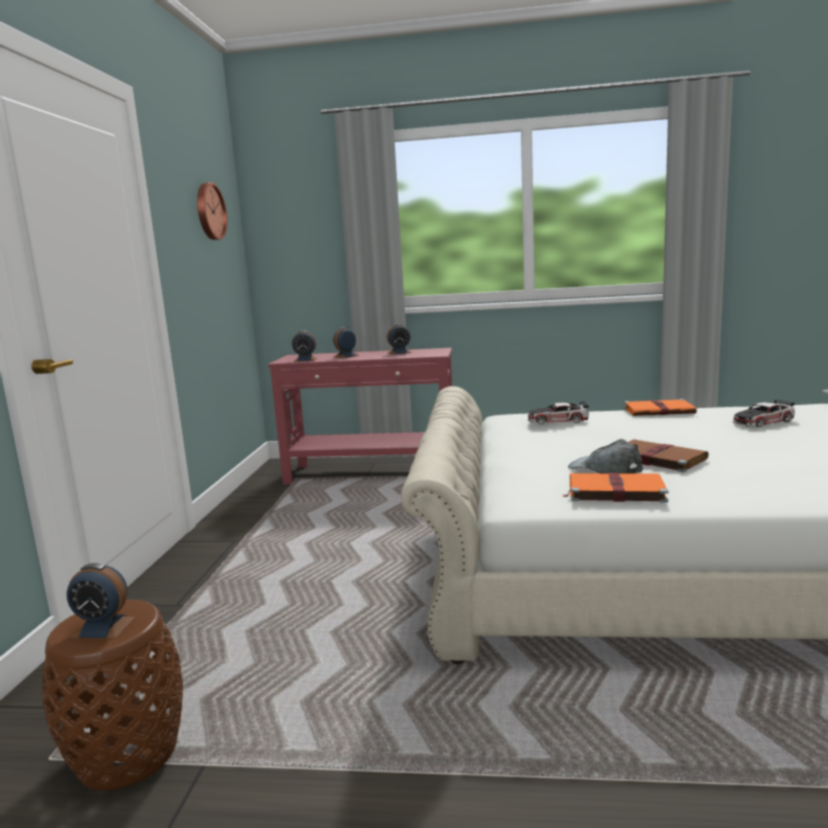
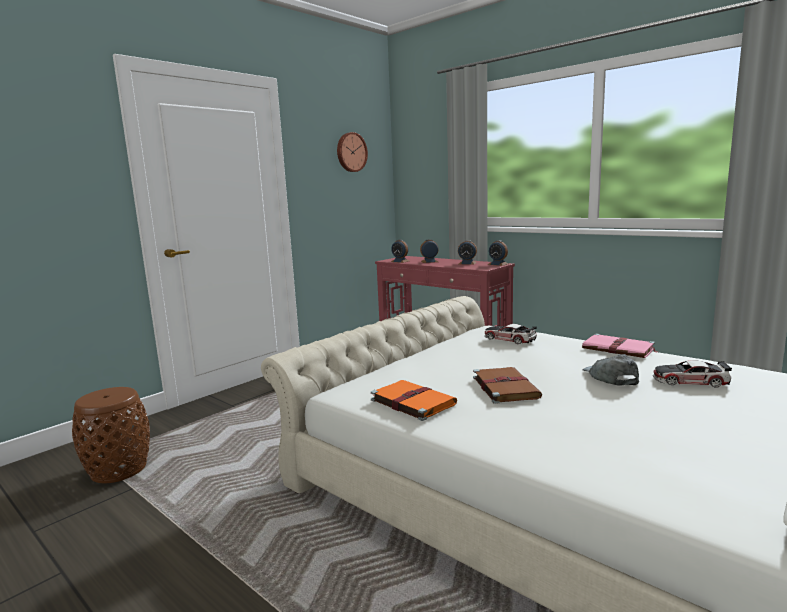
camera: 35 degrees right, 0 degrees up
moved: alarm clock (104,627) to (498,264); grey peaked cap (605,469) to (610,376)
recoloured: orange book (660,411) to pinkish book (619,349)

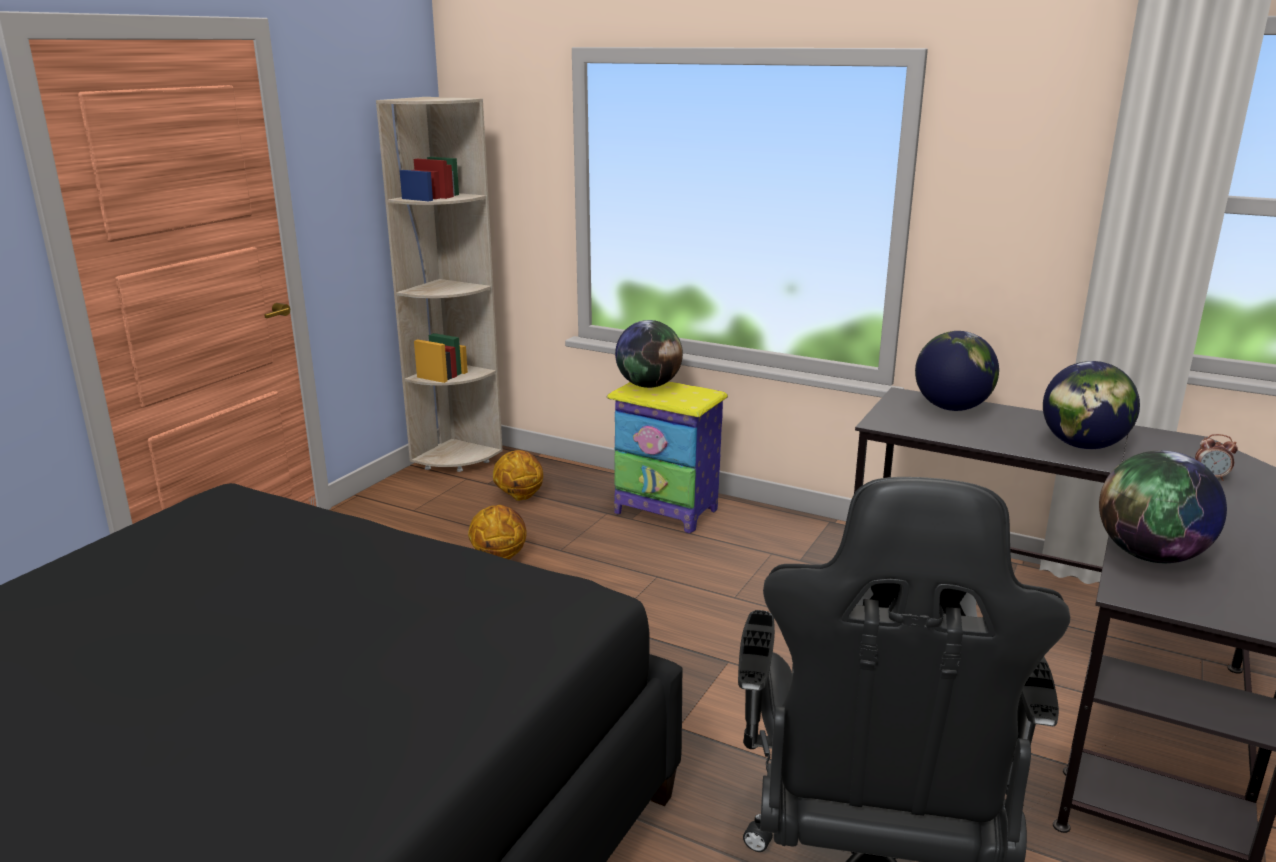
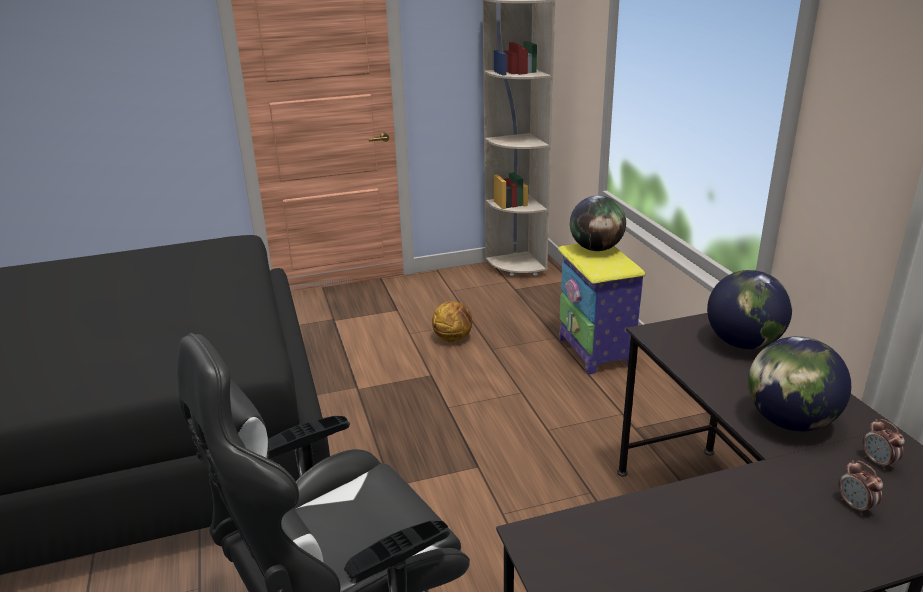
camera: 45 degrees right, 5 degrees up
removed: ball for basketball (519,496); desk globe (1150,556)
added: alarm clock (878,462)

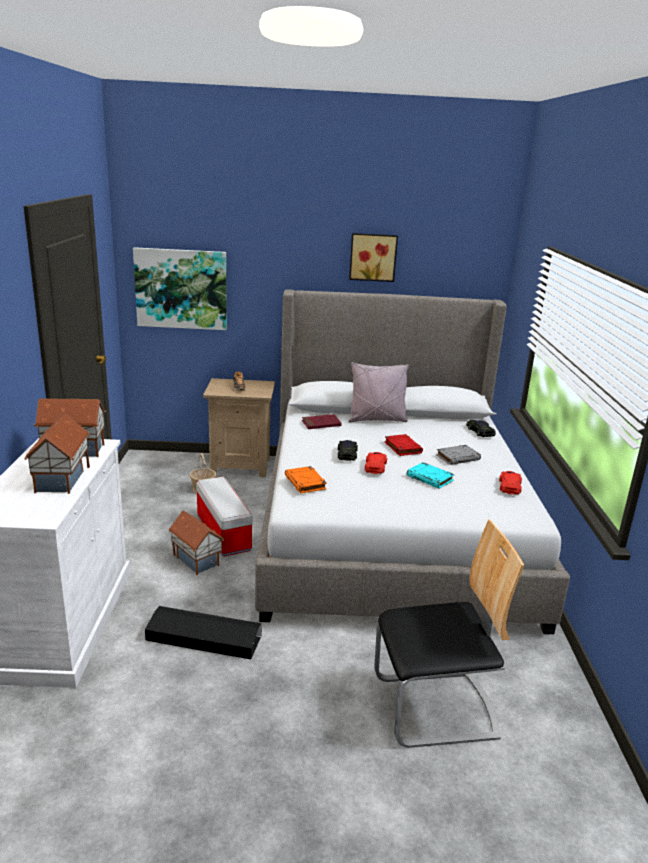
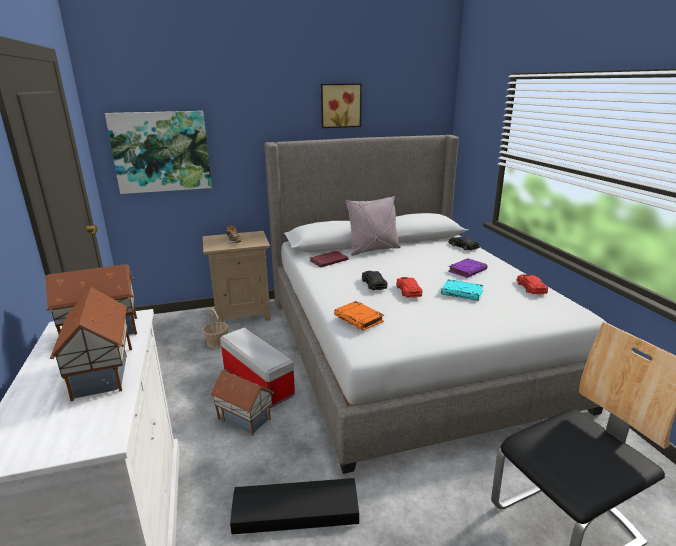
camera: 15 degrees left, 0 degrees up
removed: red book (402,447)
recoloured: grey book (458,457) to purple book (467,270)

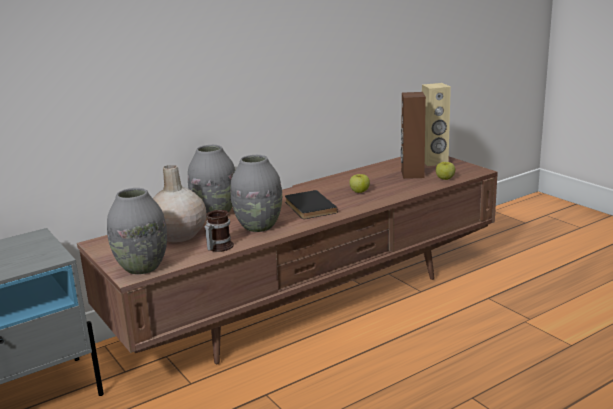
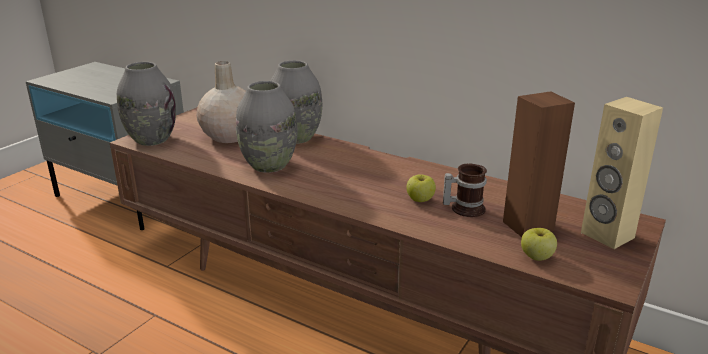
camera: 65 degrees right, 5 degrees up
removed: black-coloured book (308,207)
moved: mug (217,247) to (464,208)

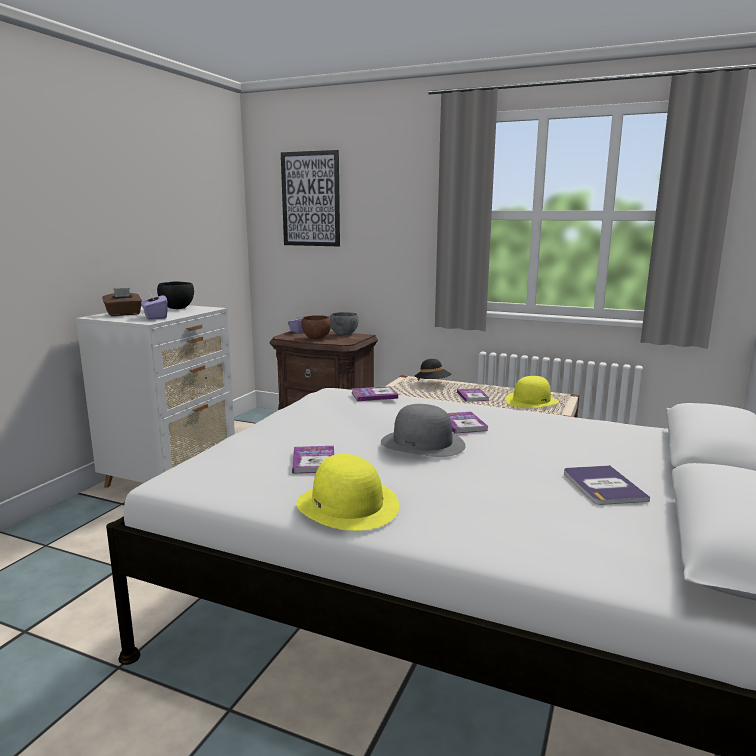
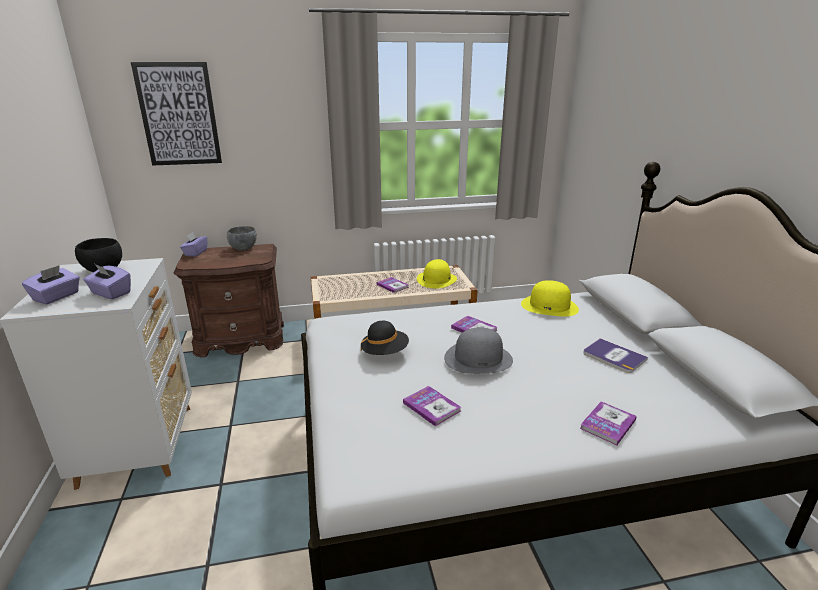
camera: 35 degrees left, 10 degrees up
removed: brownish serving bowl (316,338)
moved: yellowish wearable hat (348,505) to (549,306); book (374,395) to (608,424); black-coloured wearable hat (432,383) to (385,352)
recoloured: brownish tissue holder (124,314) to purple tissue holder (57,297)

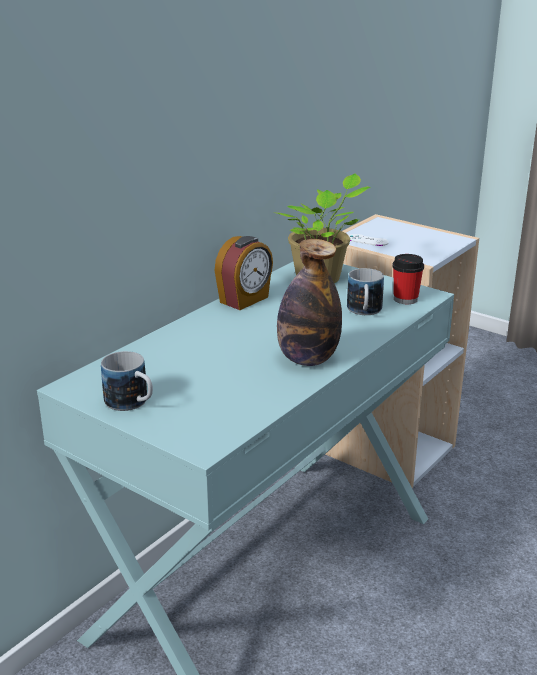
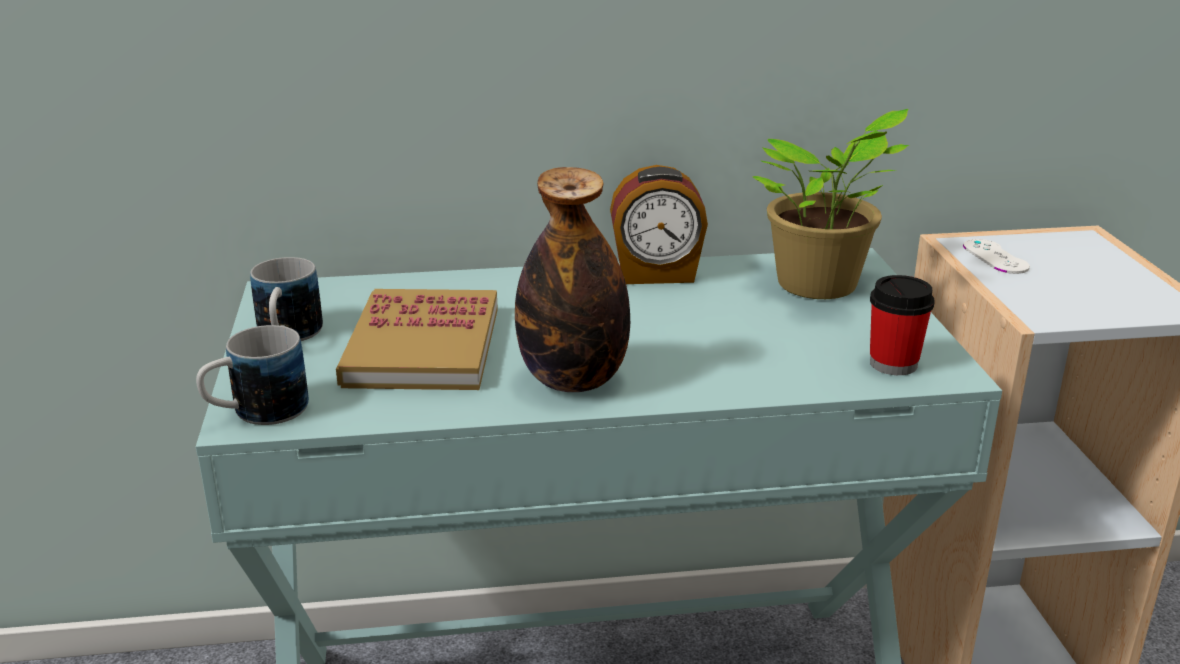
camera: 45 degrees right, 0 degrees up
added: book (422,346)
moved: mug (364,312) to (256,413)

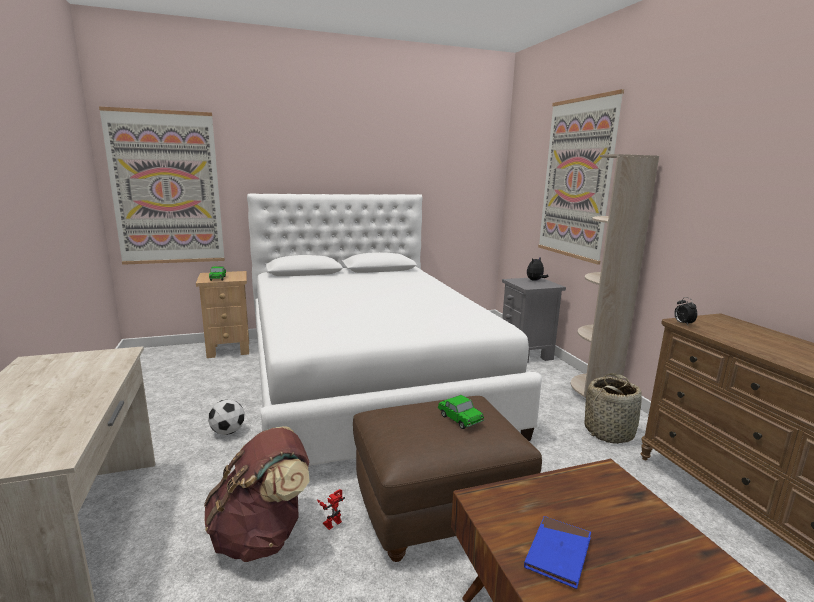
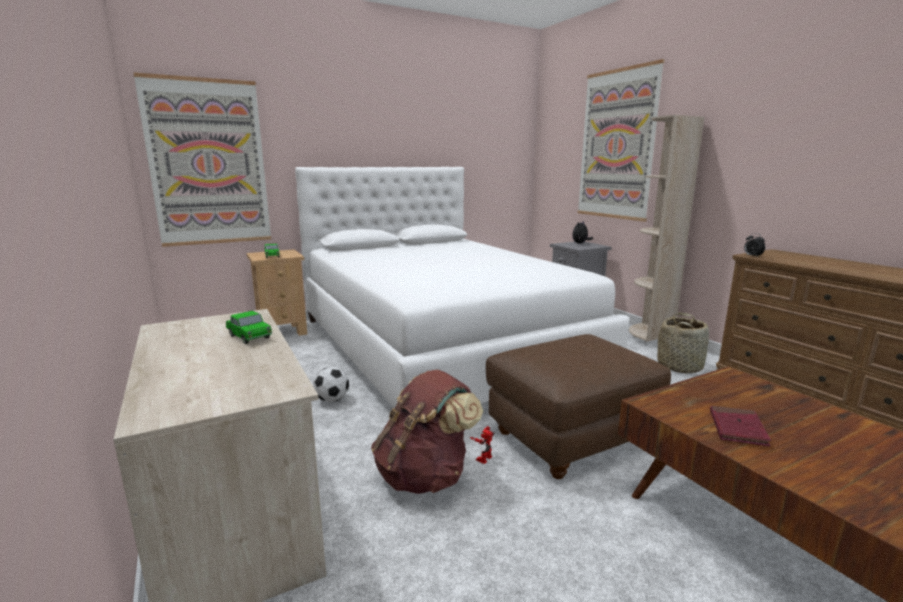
camera: 10 degrees left, 0 degrees up
moved: model car (460,419) to (249,337)
recoloured: blue-coloured book (558,553) to red book (737,428)

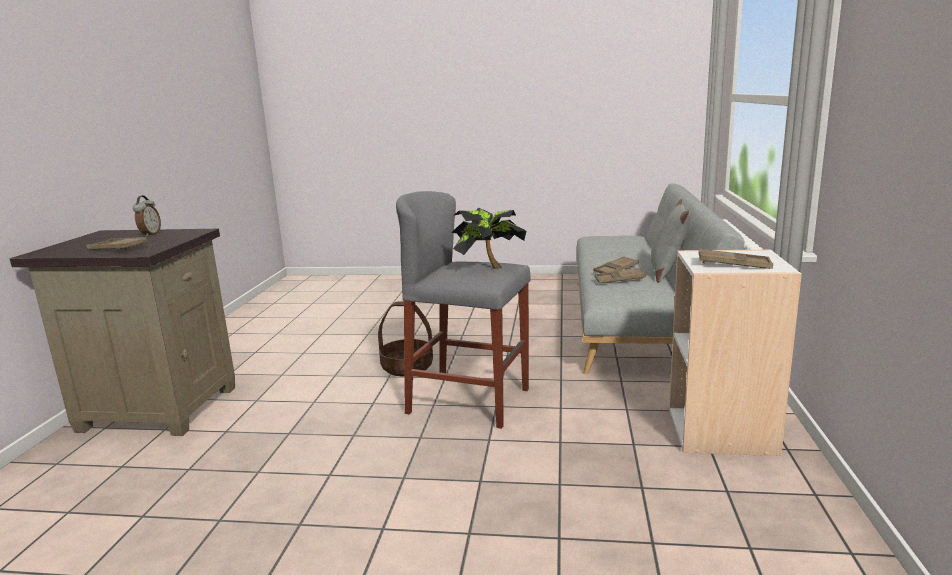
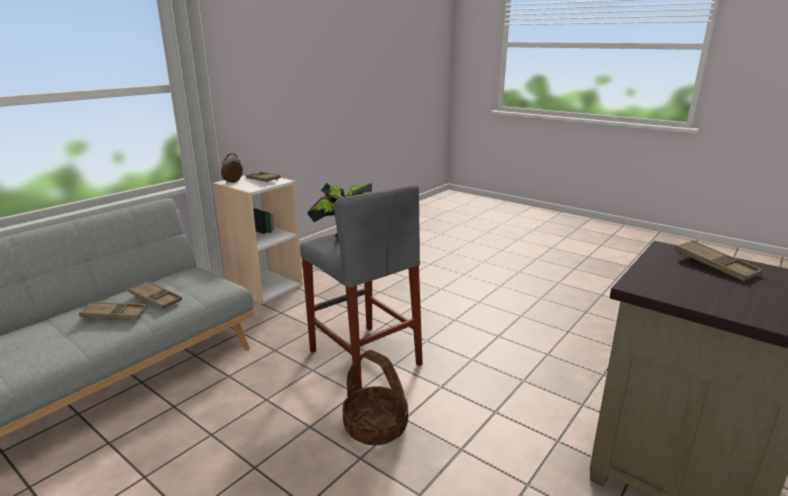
camera: 150 degrees left, 5 degrees up
removed: grey cushion (667,272)
moved: alarm clock (150,235) to (233,182)

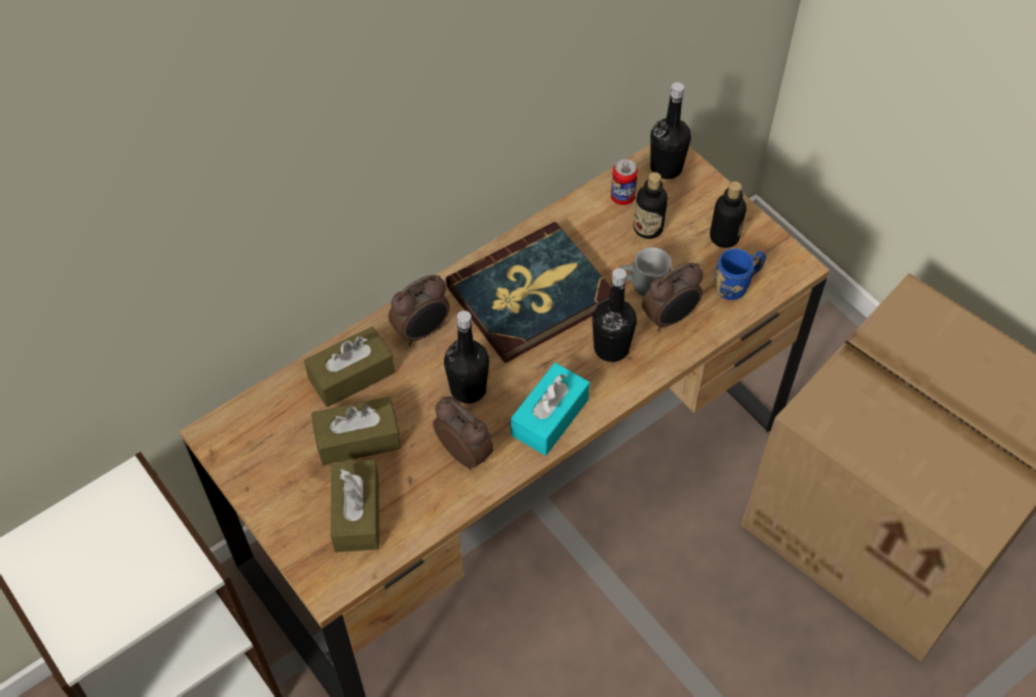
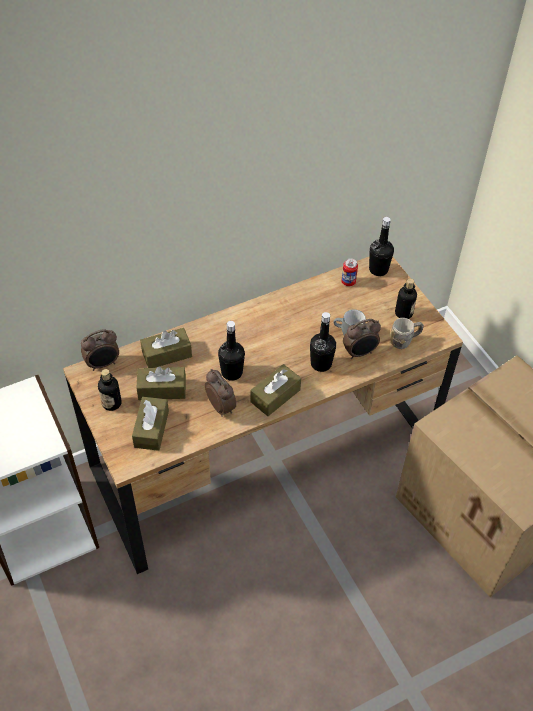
camera: 10 degrees right, 5 degrees down
removed: book (531,296)
moved: alarm clock (422,331) to (103,364); bottle (648,228) to (111,403)
recoloured: blue-green tissue holder (549,417) to brownish tissue holder (275,396); blue-coloured mug (737,285) to grey mug (404,341)

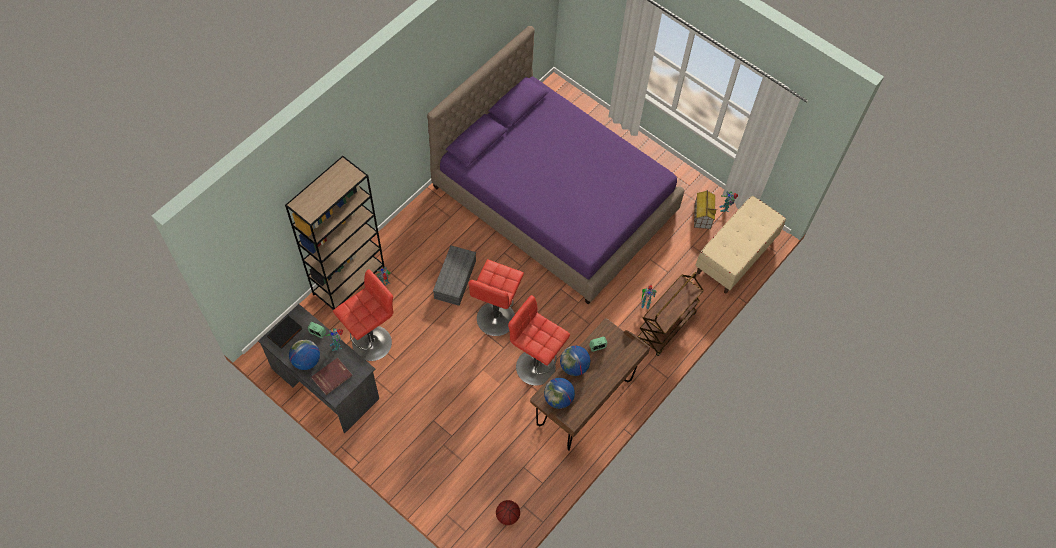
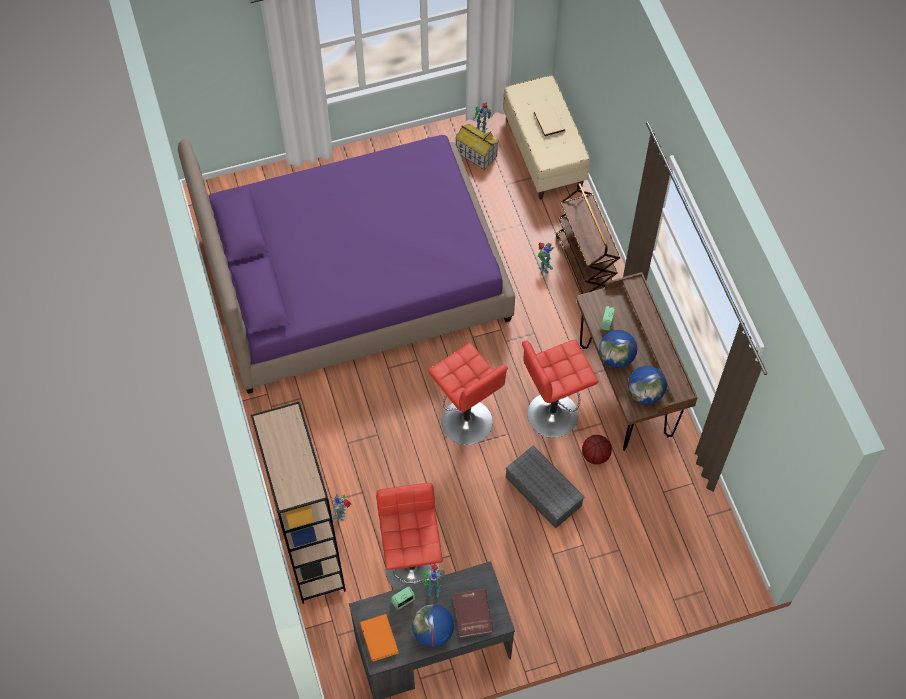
camera: 55 degrees left, 0 degrees up
added: sand-coloured book (548,122)
moved: grey storage box (454,279) to (542,491); ball for basketball (507,515) to (595,455)
recoloured: black-coloured book (285,333) to orange book (380,638)

